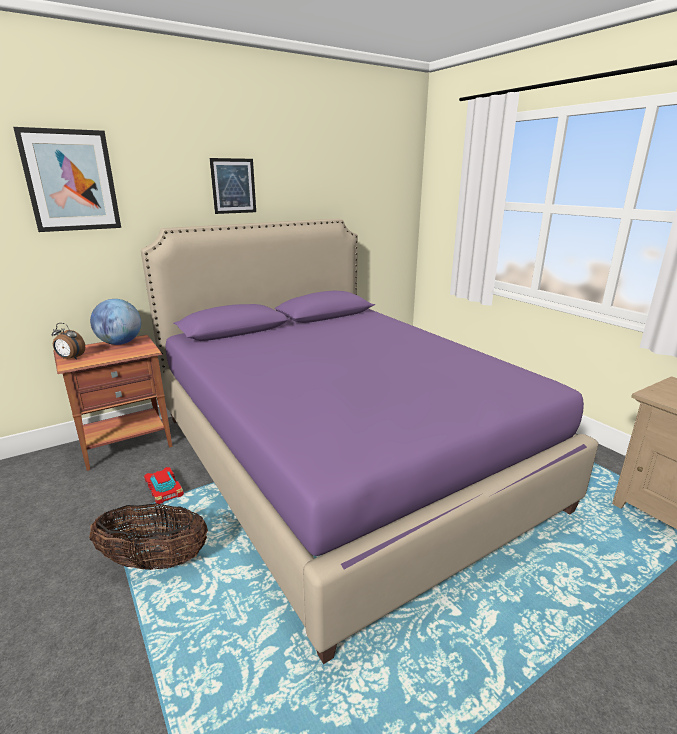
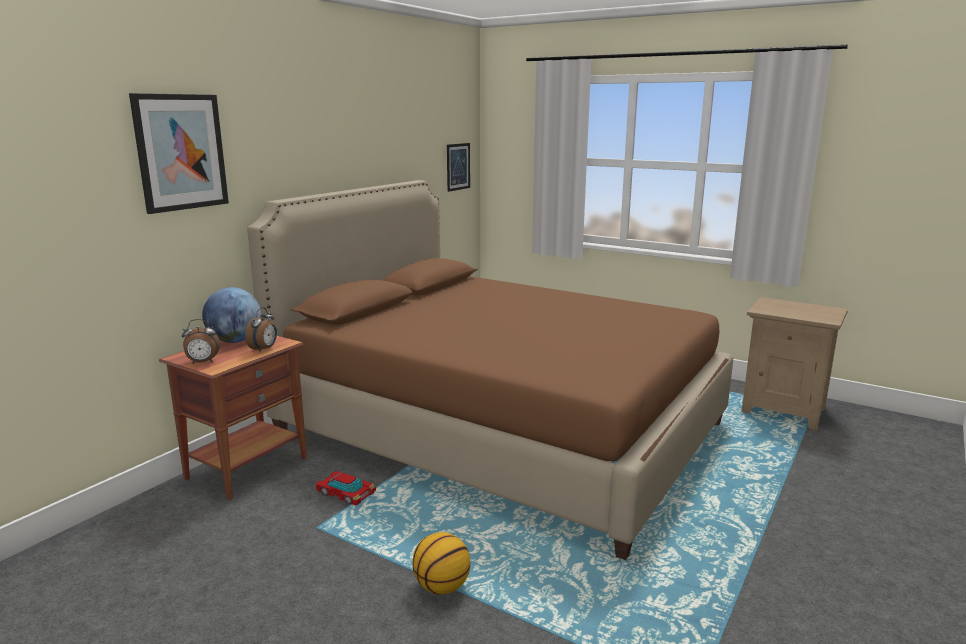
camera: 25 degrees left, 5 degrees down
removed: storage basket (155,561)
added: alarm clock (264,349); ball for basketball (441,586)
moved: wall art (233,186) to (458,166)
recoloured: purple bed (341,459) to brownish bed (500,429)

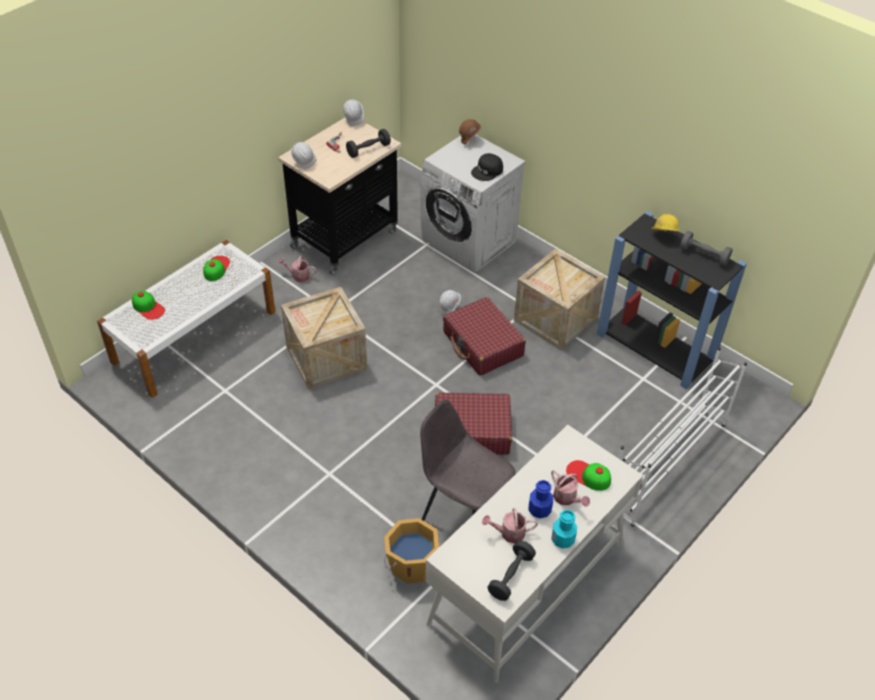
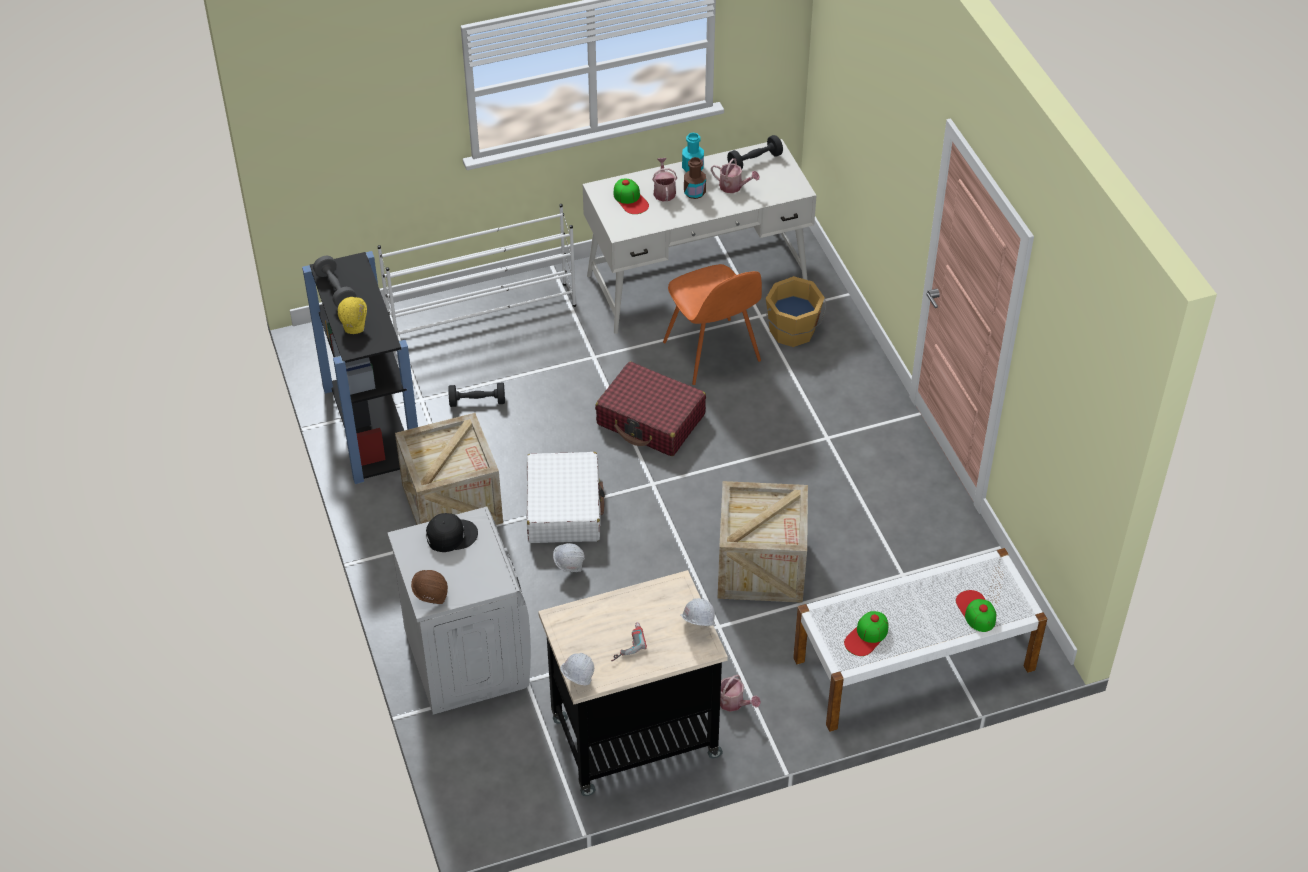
camera: 150 degrees left, 0 degrees up
moved: black-coloured hand weight (368,150) to (477,402)
recoloured: grey chair (464,511) to orange chair (713,353); red piece of luggage (482,344) to white piece of luggage (564,508); blue-coloured bottle (539,509) to brownish bottle (694,192)

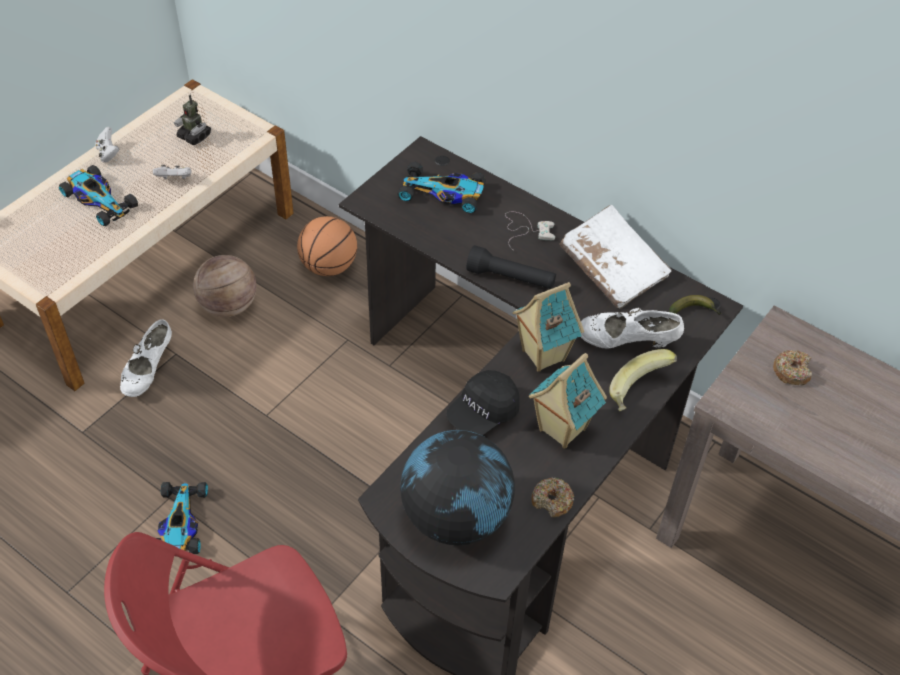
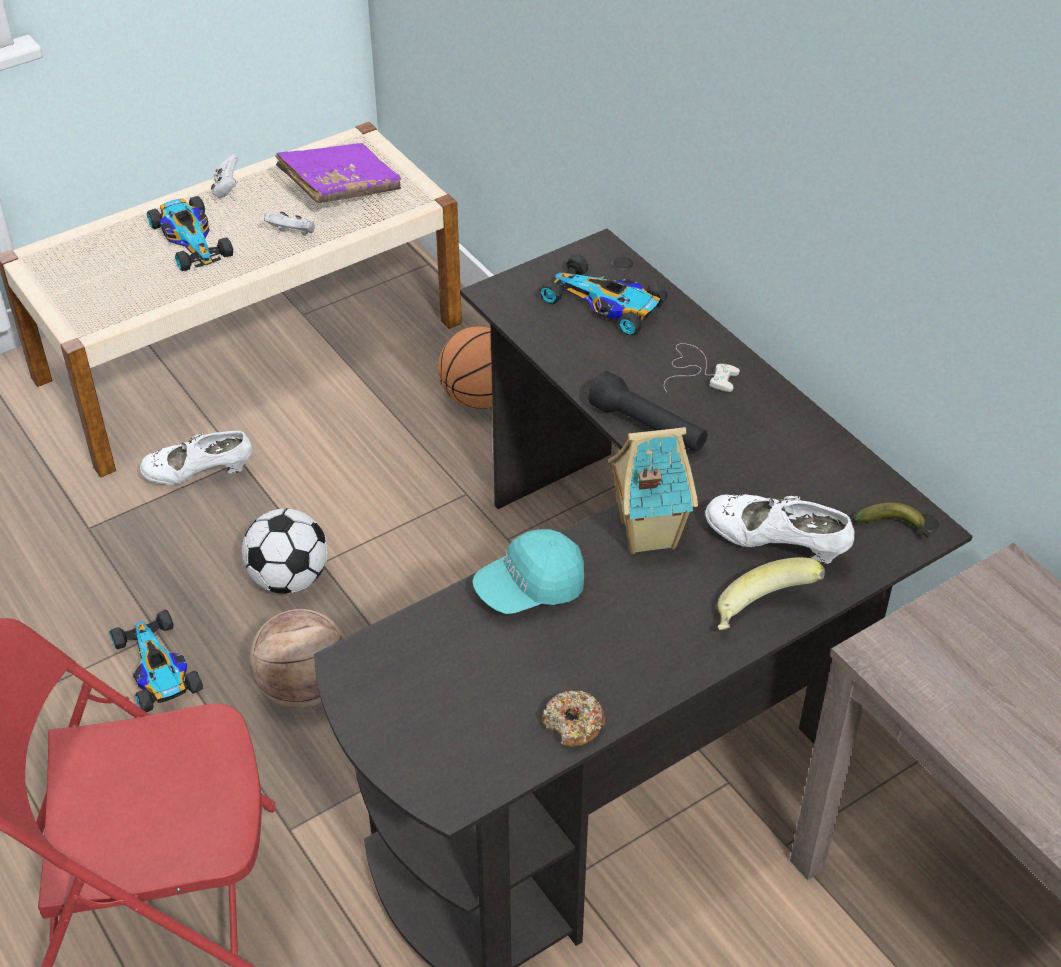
camera: 20 degrees right, 5 degrees down
removed: desk globe (456,516); toy house (561,430); white book (612,268); donut (791,371)
added: football ball (289,579)
moved: ball for basketball (228,306) to (304,688)
replaced: model robot (194,136) to purple book (340,188)
recoloured: black-coloured peaked cap (483,413) to blue-green peaked cap (530,588)
turned: white item of footwear (149,371) = (199,475) 45 degrees clockwise; model car (180,523) = (158,669) 45 degrees counterclockwise

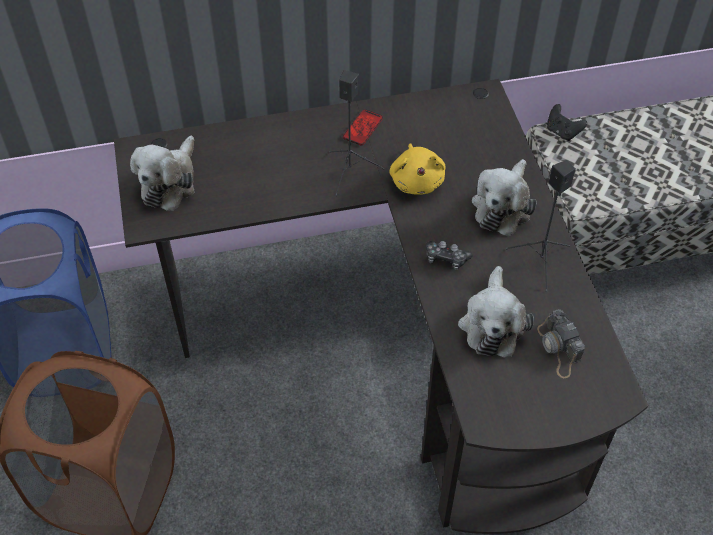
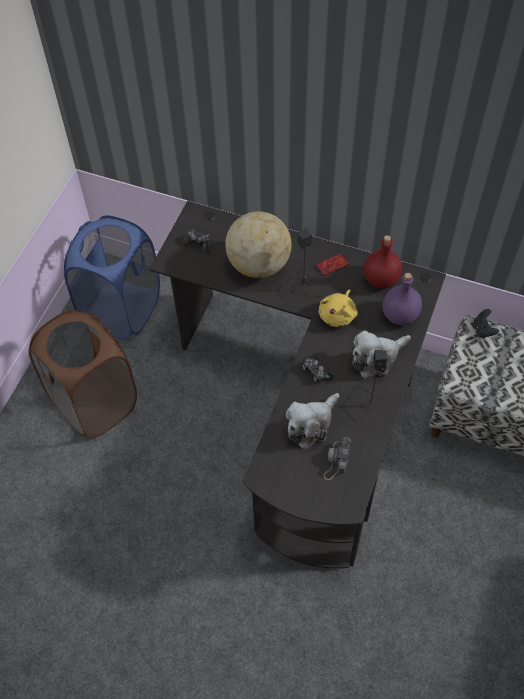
camera: 35 degrees right, 5 degrees up
added: desk globe (259,264); red bottle (380,279); purple bottle (399,316)
replaced: plush toy (170,182) to joypad (198,243)

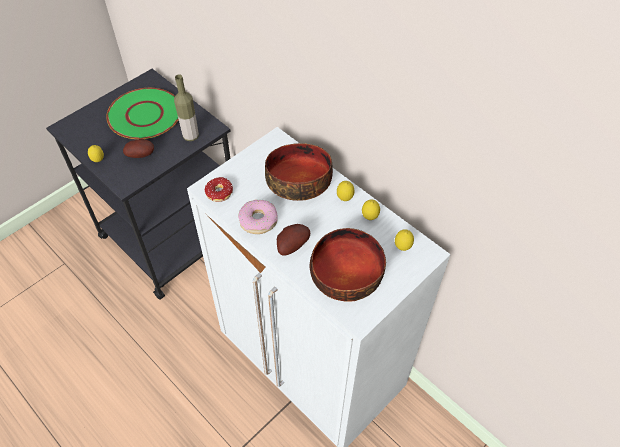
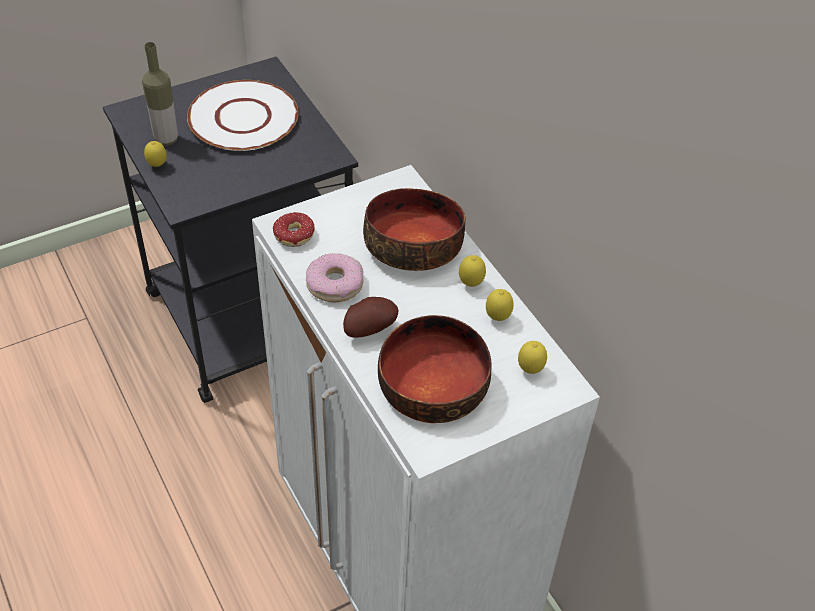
camera: 15 degrees right, 5 degrees down
removed: whole potato (141,155)
moved: bottle (191,136) to (166,139)
recoloured: greenish dinner plate (145,115) to white dinner plate (244,118)

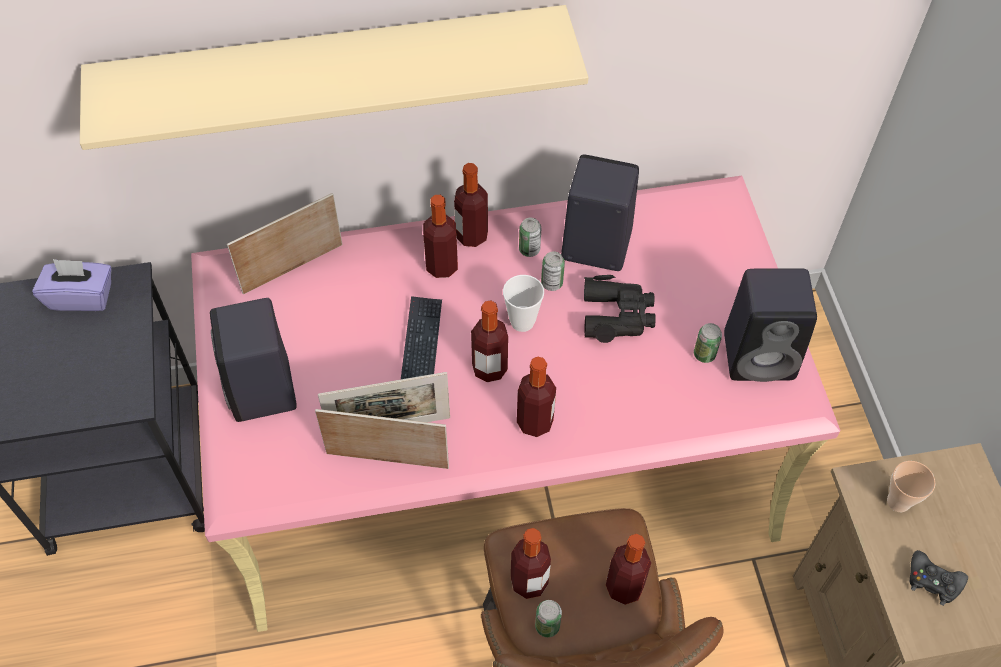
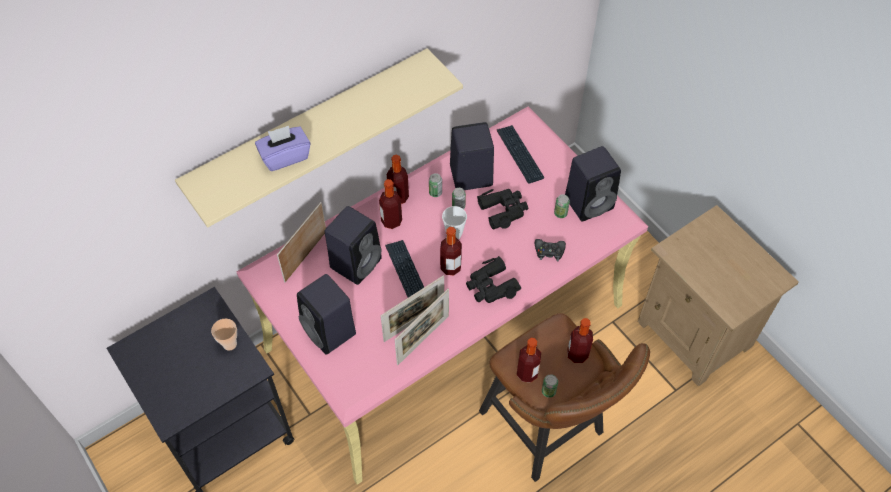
camera: 25 degrees left, 0 degrees up
added: black-coloured audio speaker (356,262); keyboard (519,154)
moved: purple tissue holder (81,296) to (285,156); small cup (898,501) to (229,344); black-coloured joypad (933,581) to (549,251)
replaced: bottle (535,422) to black-coloured field glasses (491,286)
turned: photo frame (387,460) = (423,340) 150 degrees clockwise

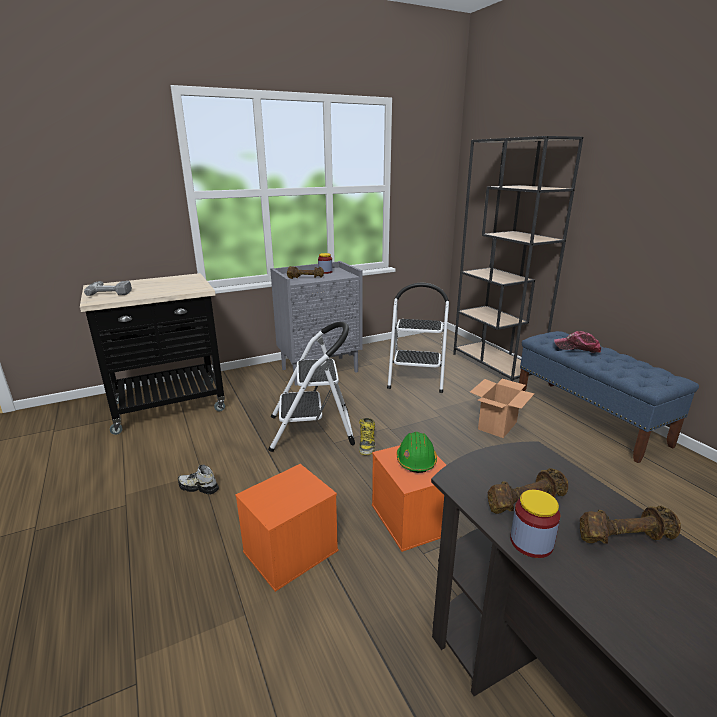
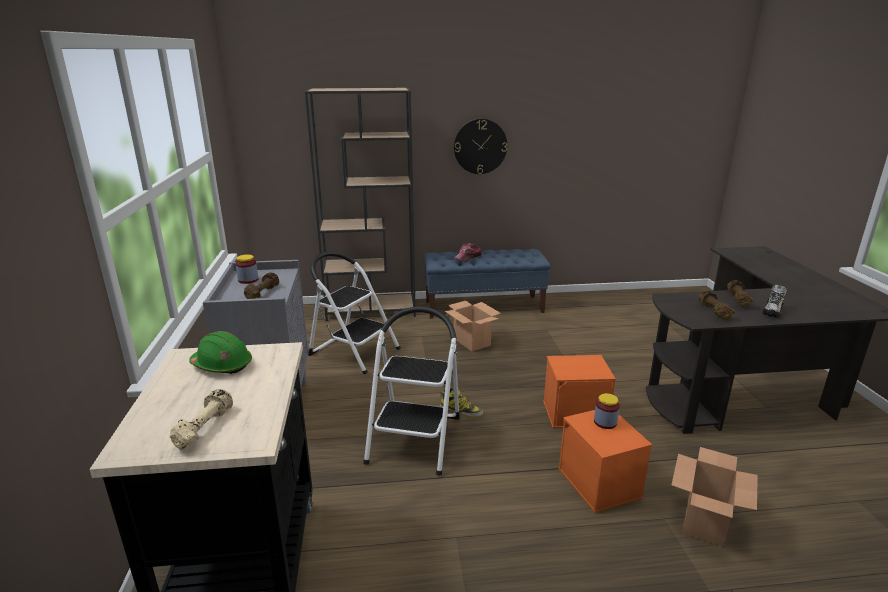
camera: 70 degrees left, 0 degrees up
added: hanging clock (480,146); packing box (705,522)
moved: item of footwear (198,487) to (773,311); greenish hard hat (416,460) to (222,365); preserve jar (531,542) to (605,422)
replaced: power drill (111,292) to sand-coloured hand weight (204,428)

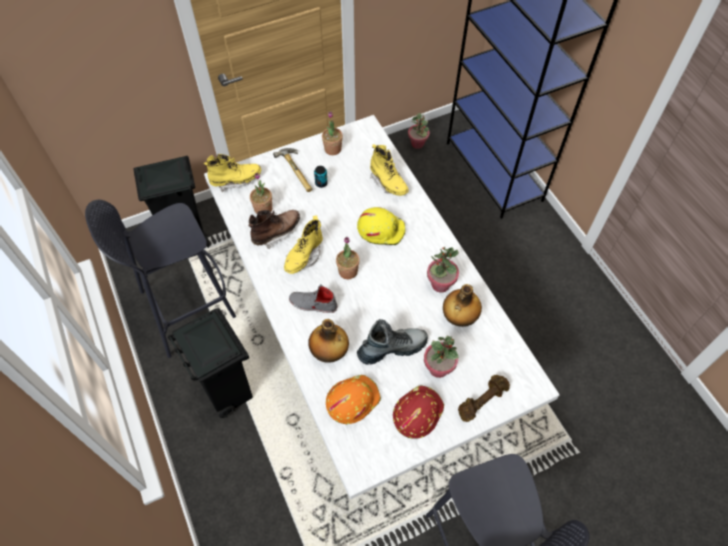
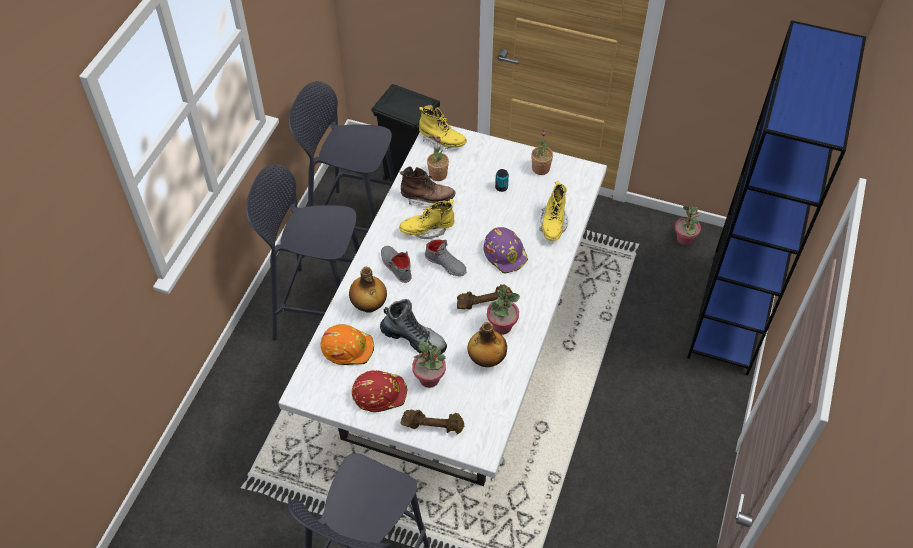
camera: 45 degrees right, 5 degrees down
removed: tool hammer (298,171)
added: brownish hand weight (483,302)
replaced: black-coloured waste bin (228,391) to grey sitting stool (321,309); houseplant (348,271) to grey item of footwear (446,263)
recoloured: yellowish hard hat (381,229) to purple hard hat (505,254)

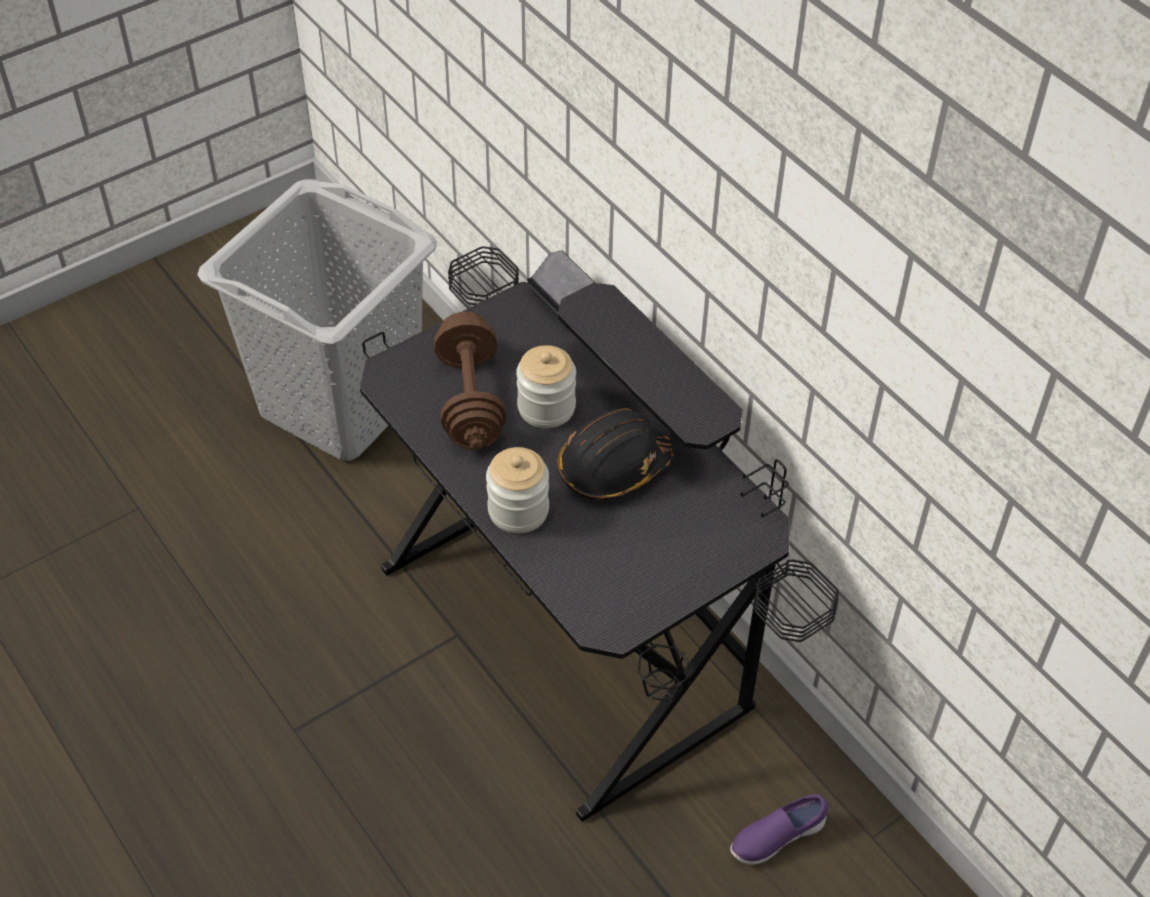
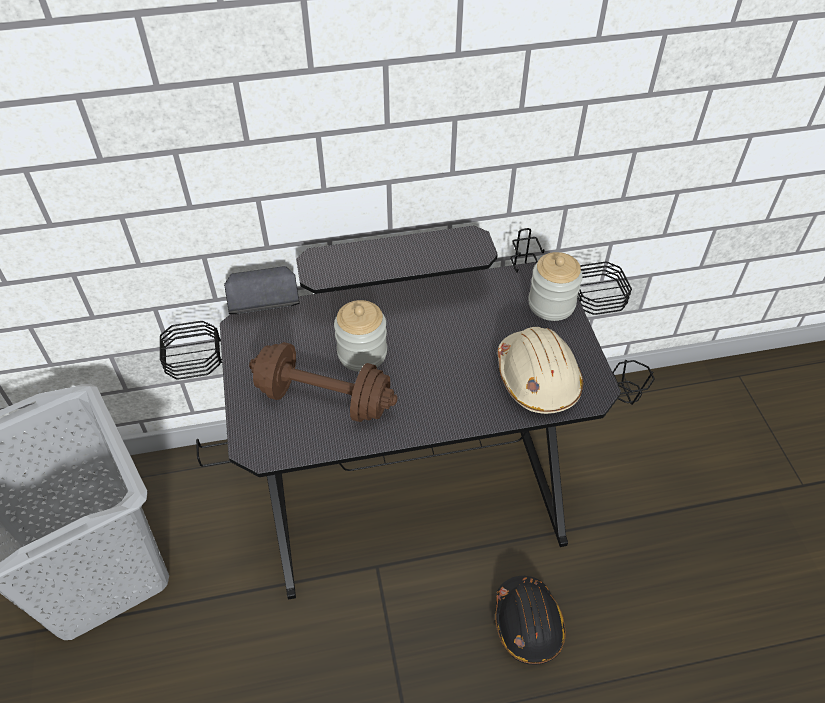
camera: 65 degrees left, 0 degrees up
removed: purple item of footwear (776,837)
added: sand-coloured hard hat (537,379)
moved: preserve jar (518,510) to (551,304); black-coloured hard hat (614,466) to (527,624)

